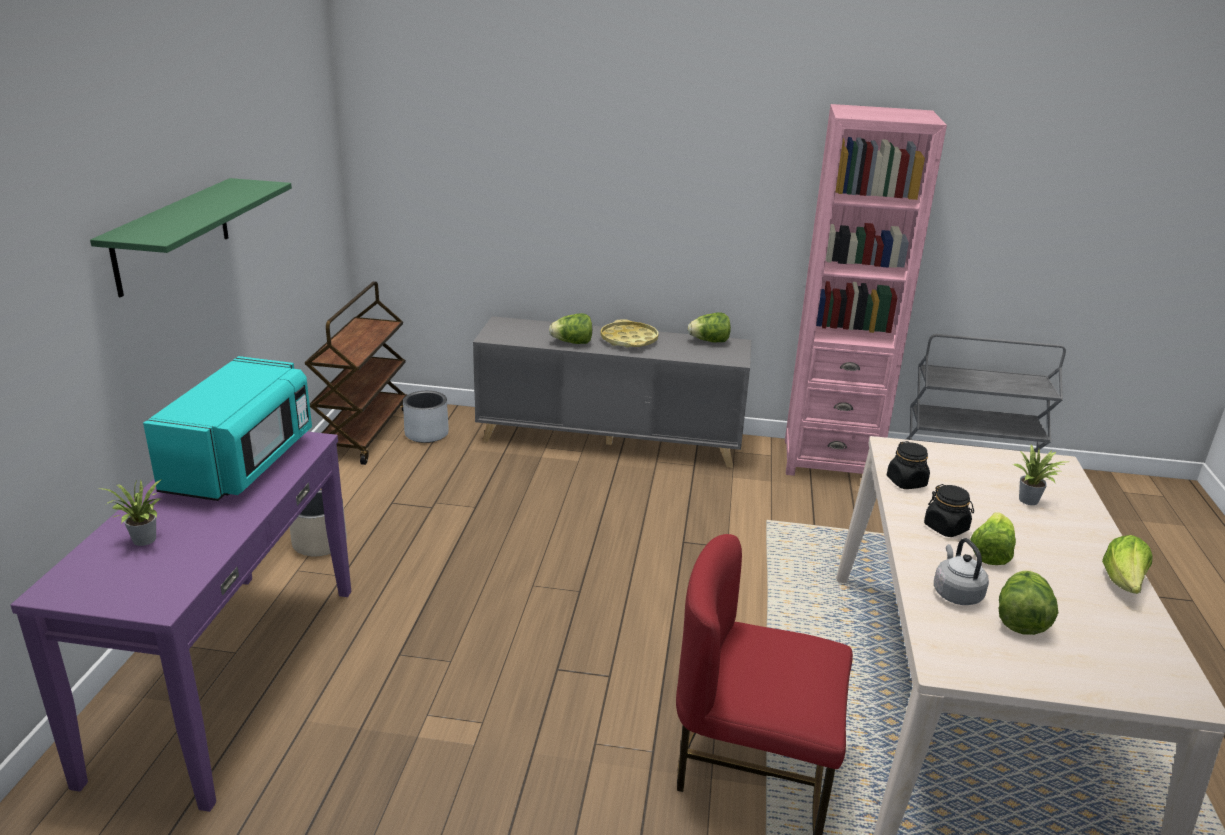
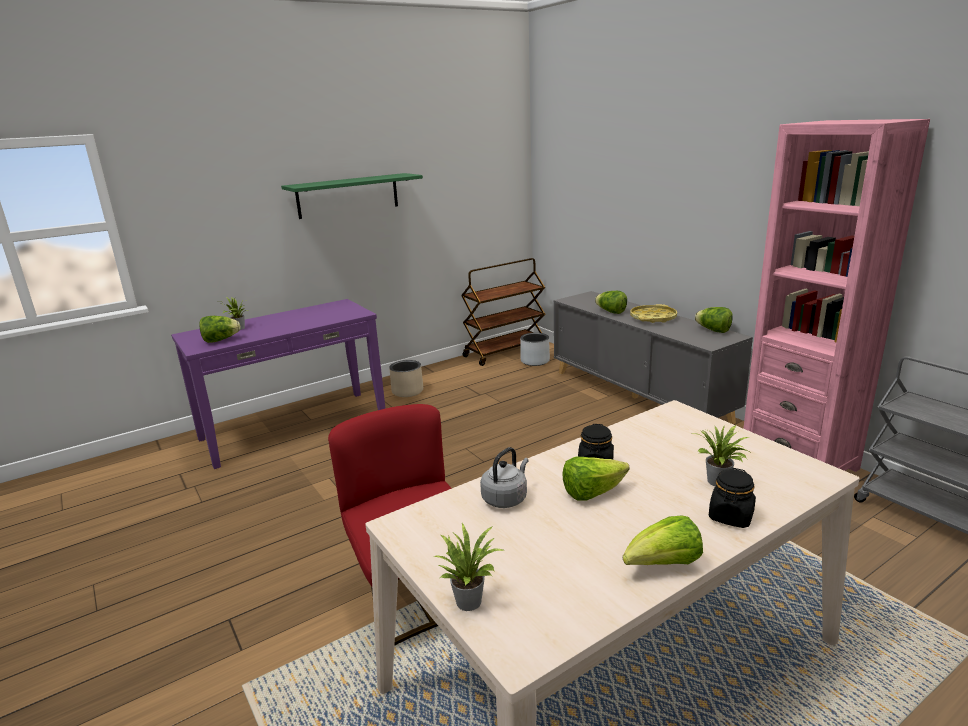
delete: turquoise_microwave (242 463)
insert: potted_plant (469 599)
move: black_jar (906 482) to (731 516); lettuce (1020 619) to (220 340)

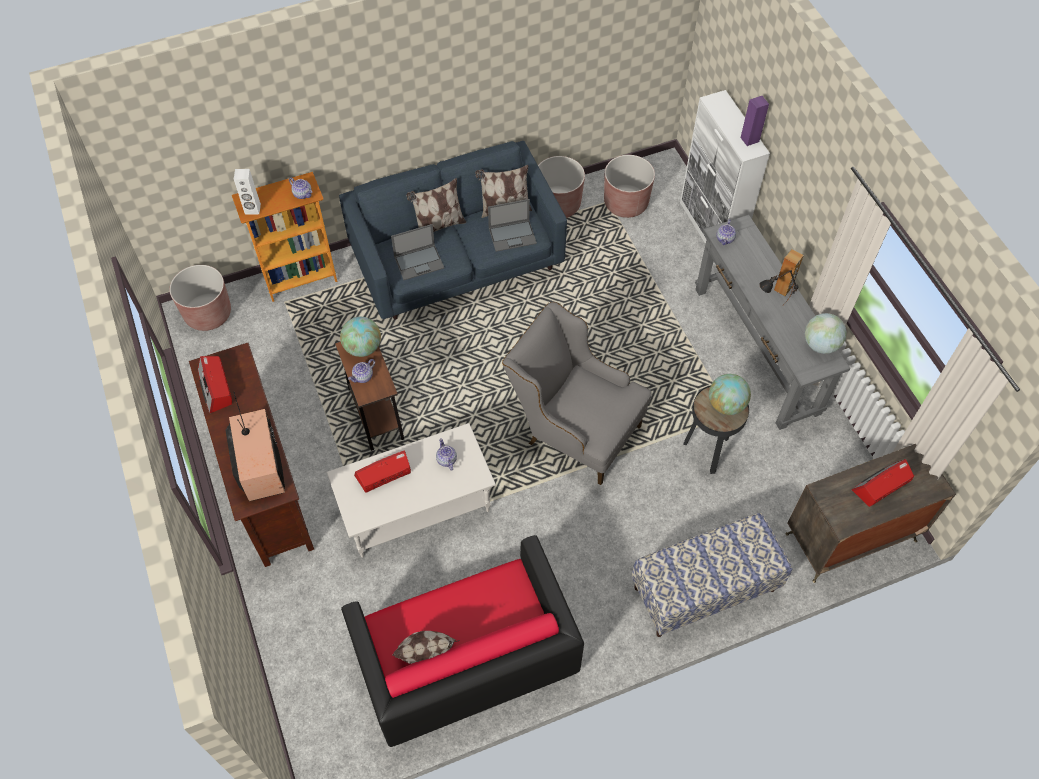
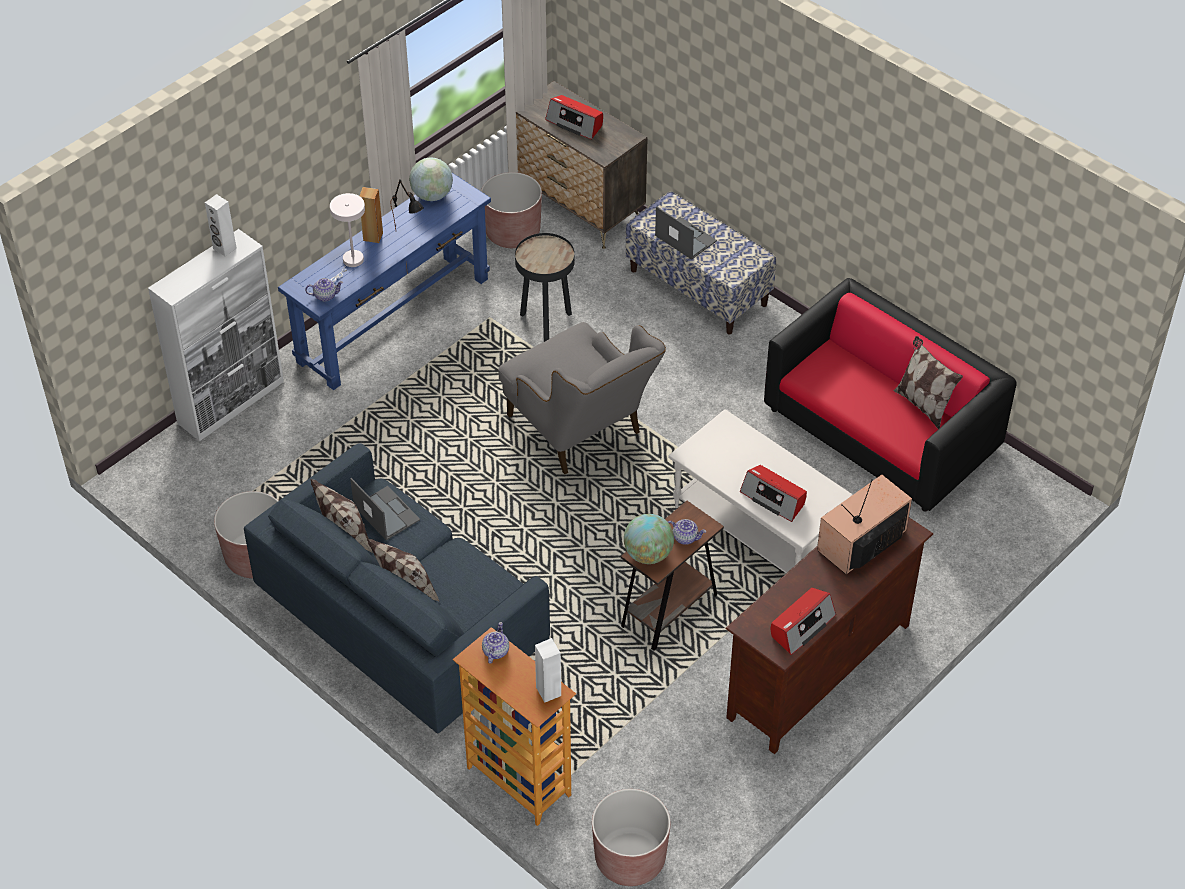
delete: teapot (446 459); globe (726 405)
insert: white_table_lamp (351 262)
move: laptop (419 262) to (684 238); brown_planter (626 203) to (512 233)
recolor: grey_console_table (756 350) to blue_console_table (394 320); purple_speaker (749 139) to white_speaker (224 248)
rotate: grey_armchair (574 429) = (581 433) 45 degrees counterclockwise

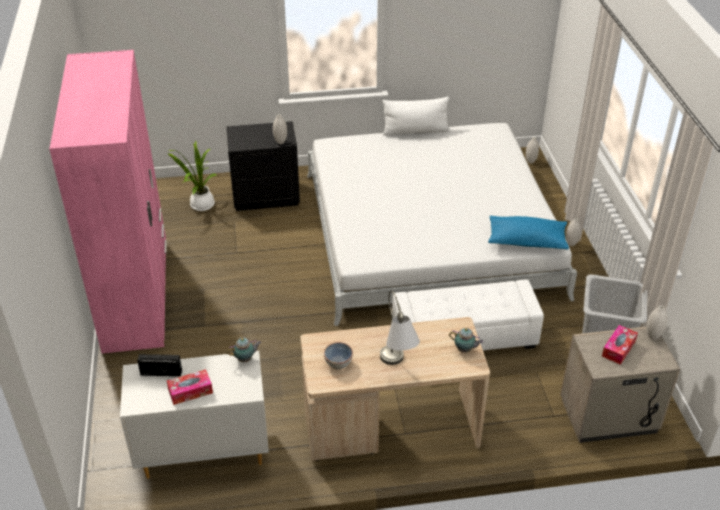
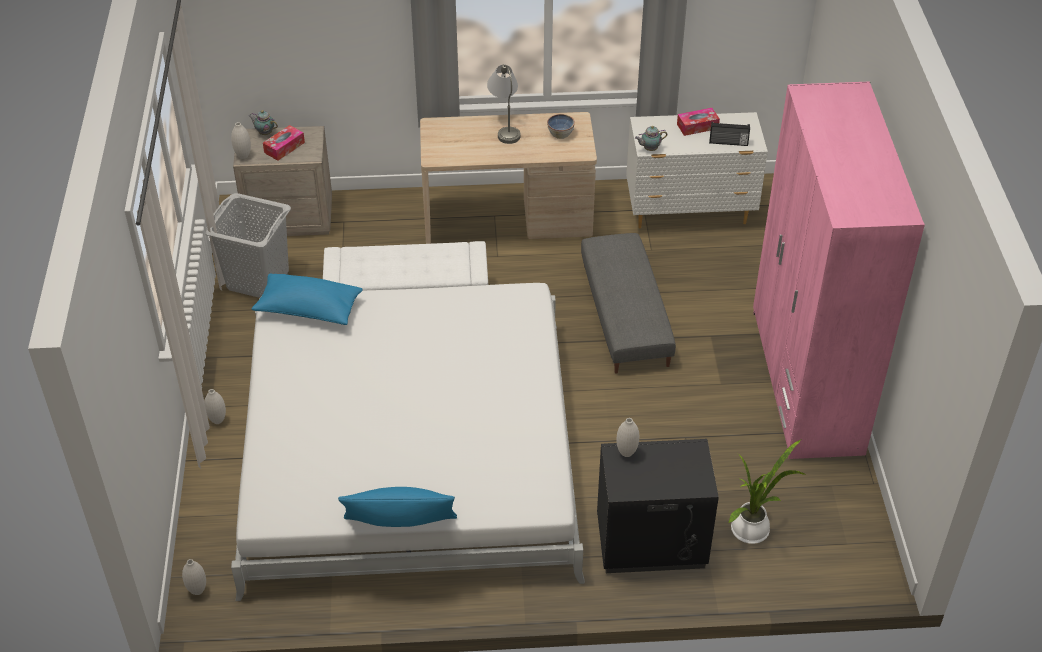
insert: grey_ottoman (625 314)
move: teapot (465 350) to (264 133)
recolor: white_pillow (415 131) to blue_pillow (400 524)

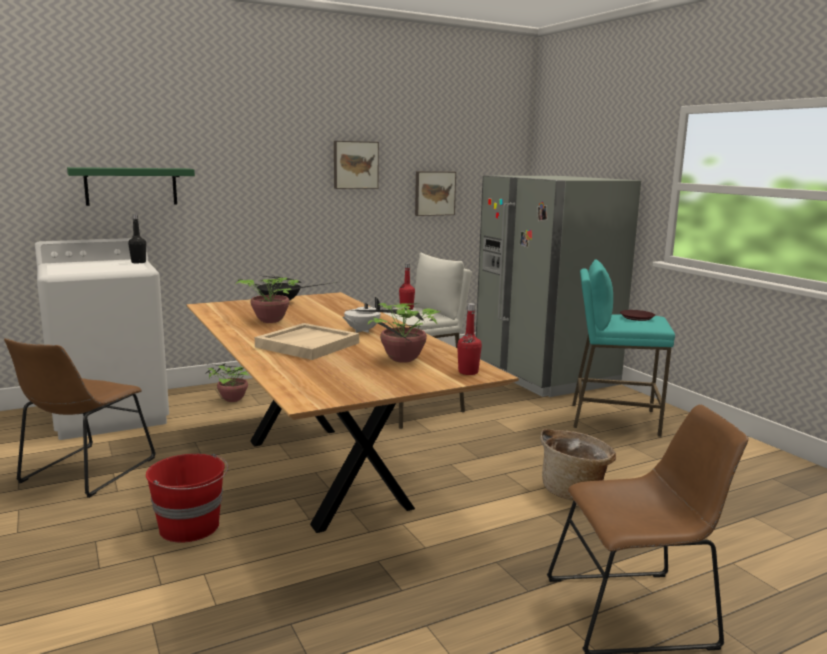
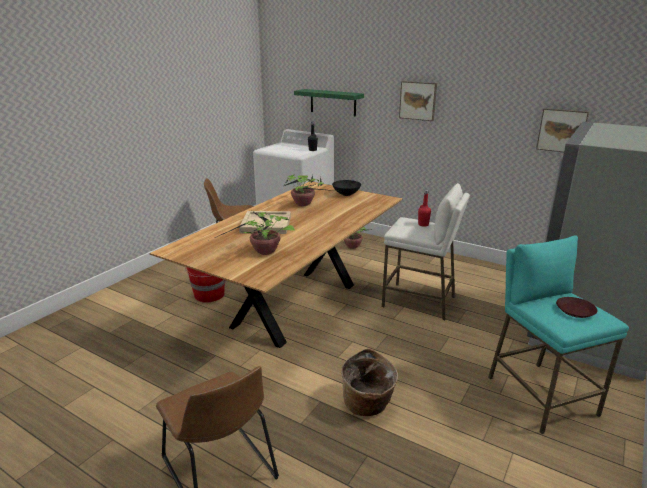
delete: white_teapot (361 331); red_bottle (468 372)
move: picture (355 165) to (418 100)

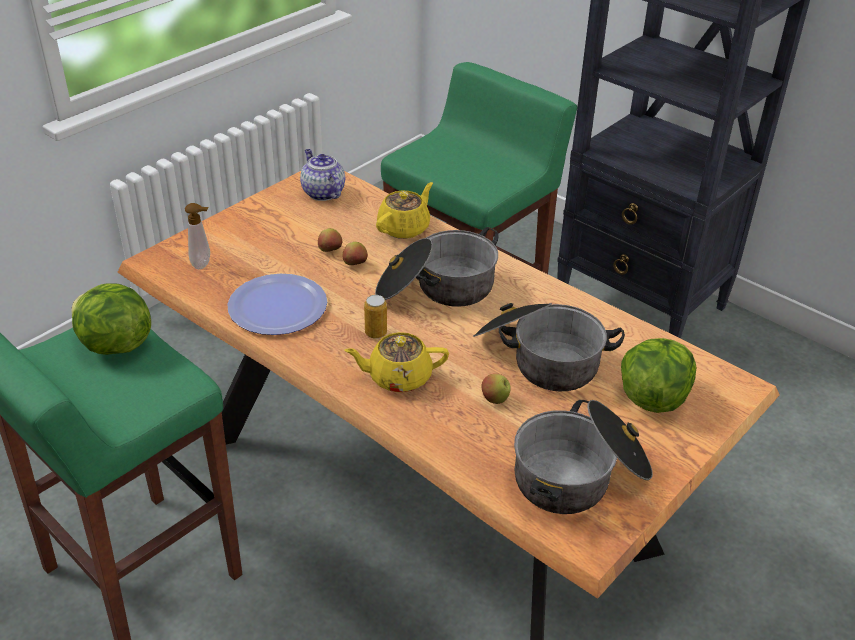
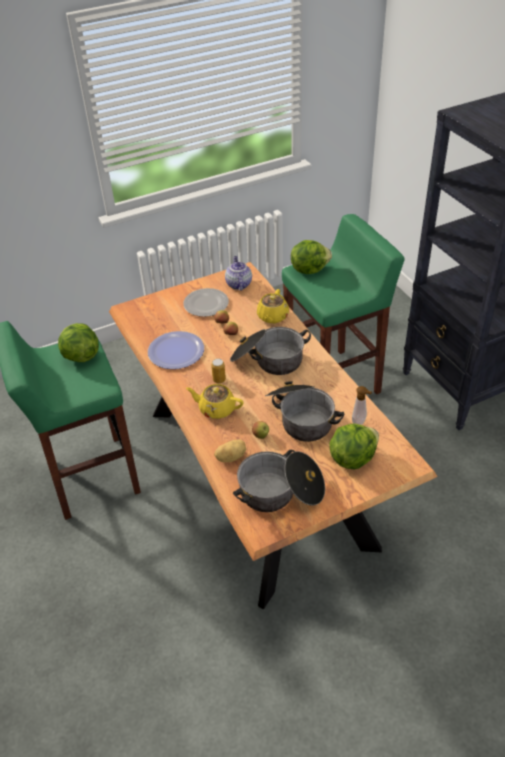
insert: plate (206 304); potato (231 457); lettuce (309 269)
move: soap_dispenser (203 264) to (360 422)
rotate: yellow_teapot (404 228) = (272 317) 135 degrees clockwise

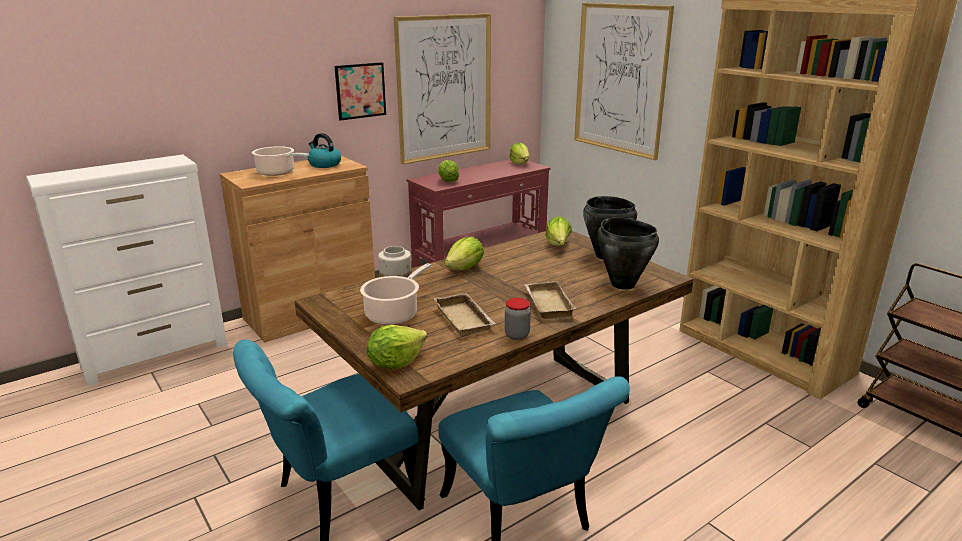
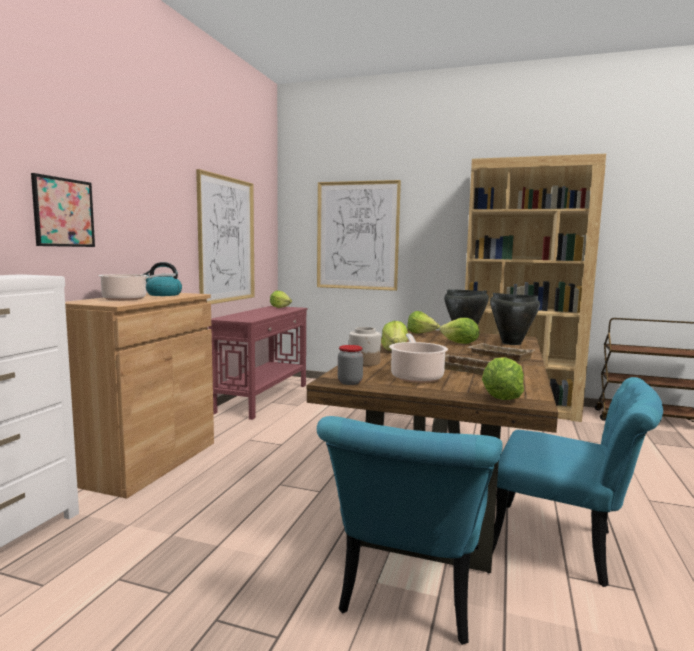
move: picture (360 91) to (64 212); lettuce (448 181) to (460 343); jar (517 335) to (350 382)

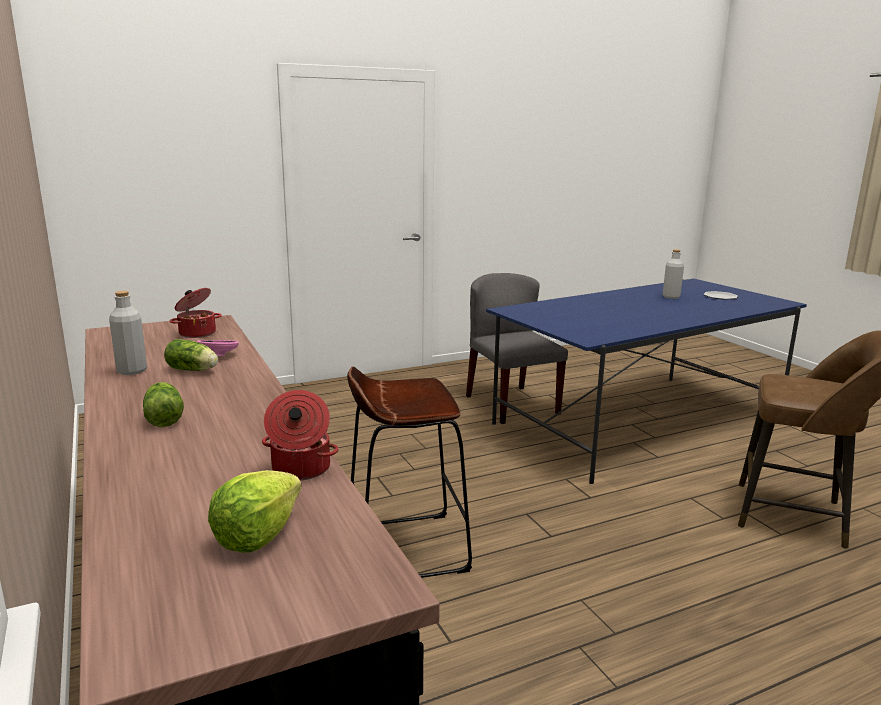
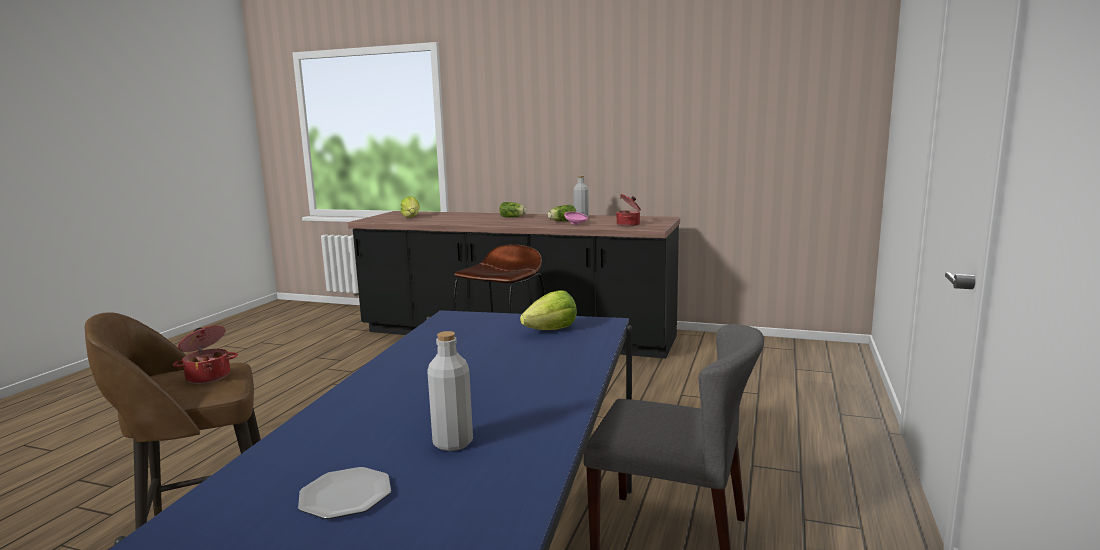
insert: lettuce (551 330)
move: cooking_pot (300 469) to (208 376)

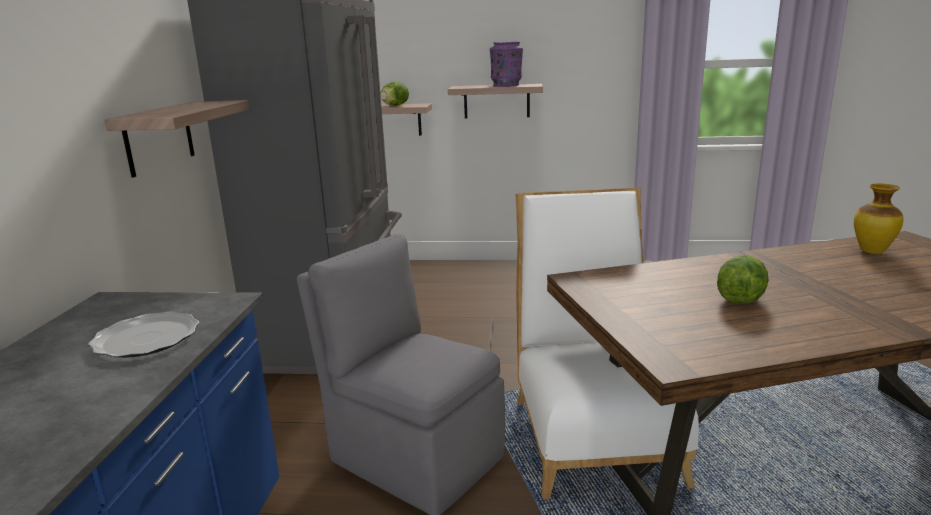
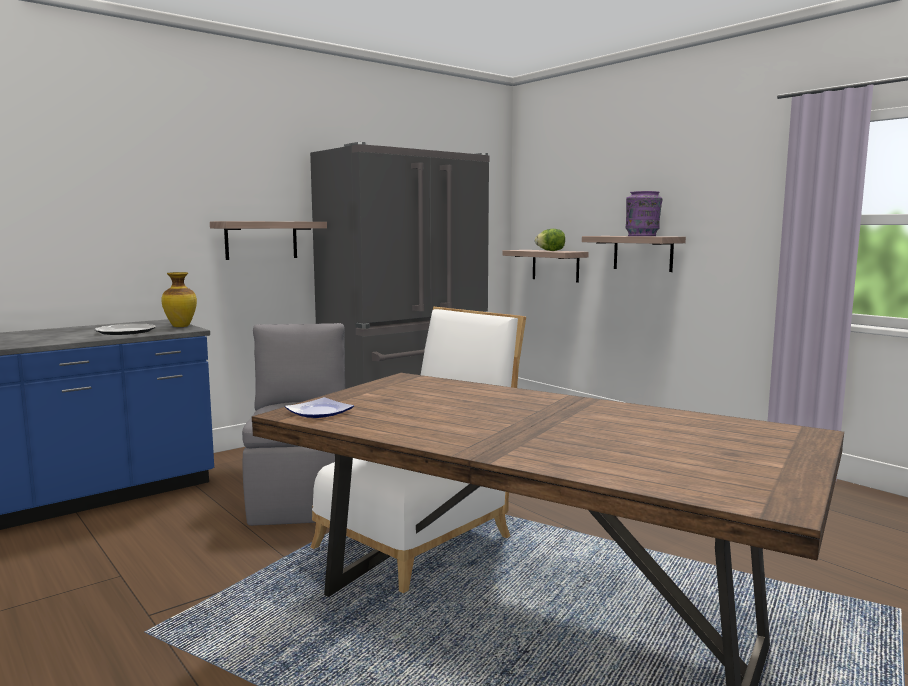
delete: lettuce (740 299)
insert: plate (319 412)
move: vase (871 252) to (180 326)

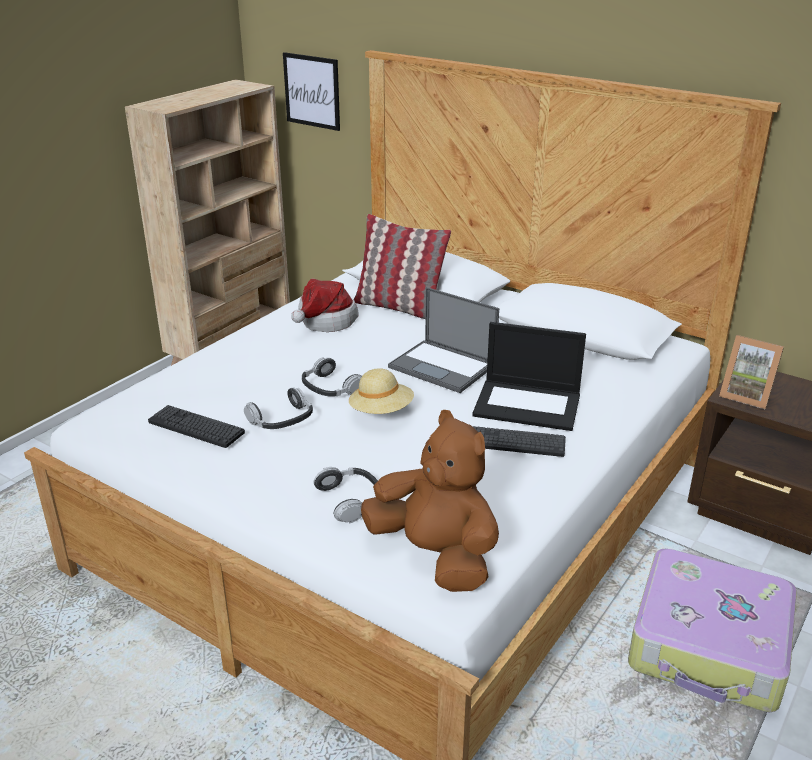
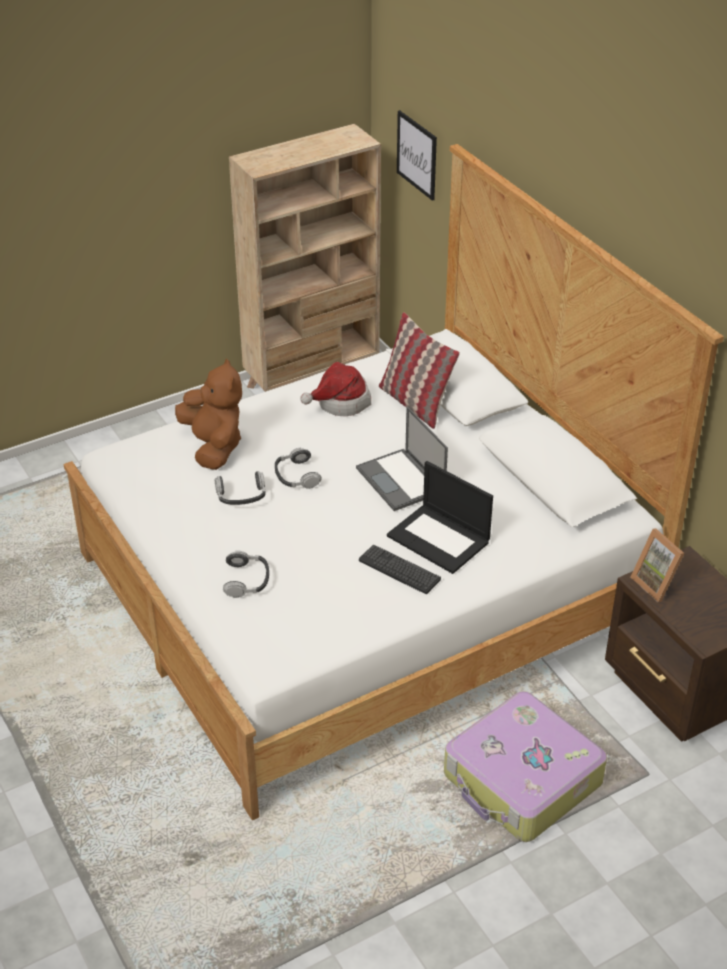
delete: keyboard (196 427); beige_hat (381 411)
move: brown_plush_toy (435 555) to (213 446)

